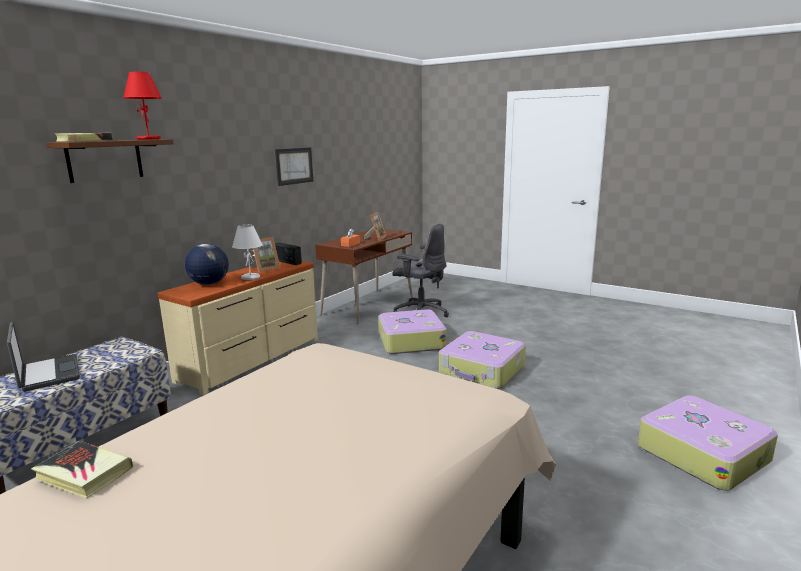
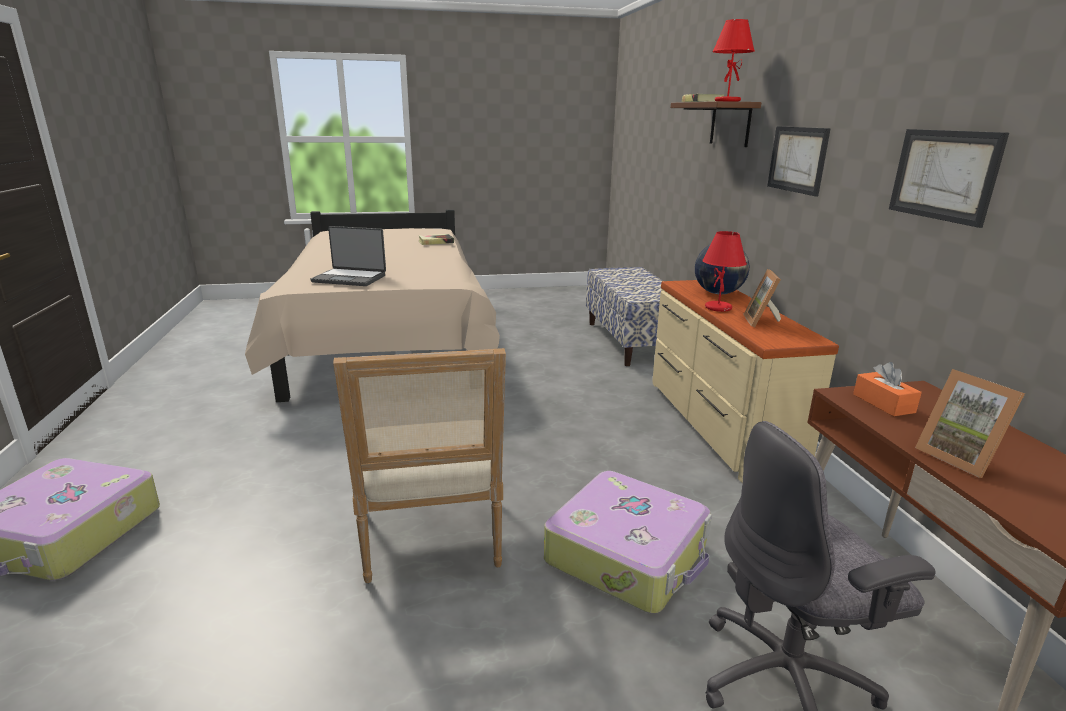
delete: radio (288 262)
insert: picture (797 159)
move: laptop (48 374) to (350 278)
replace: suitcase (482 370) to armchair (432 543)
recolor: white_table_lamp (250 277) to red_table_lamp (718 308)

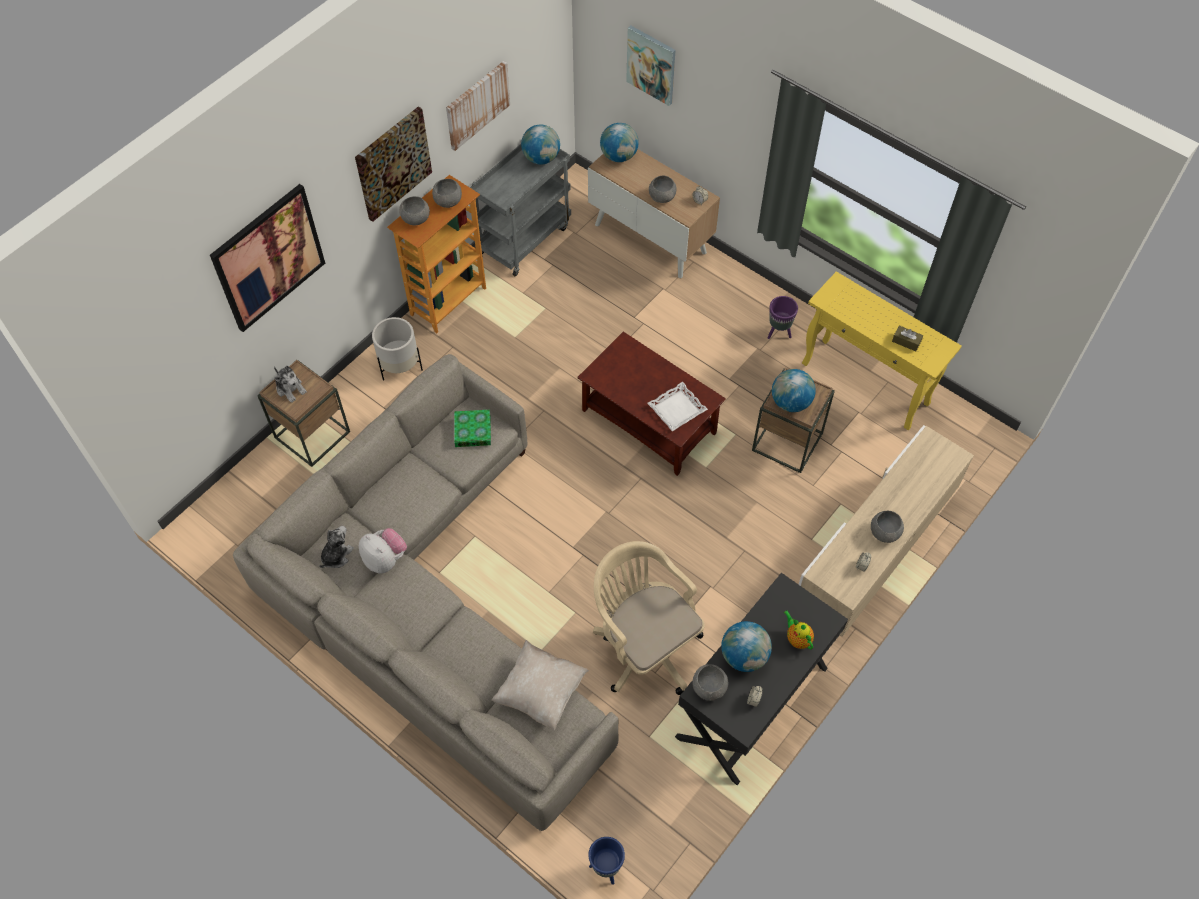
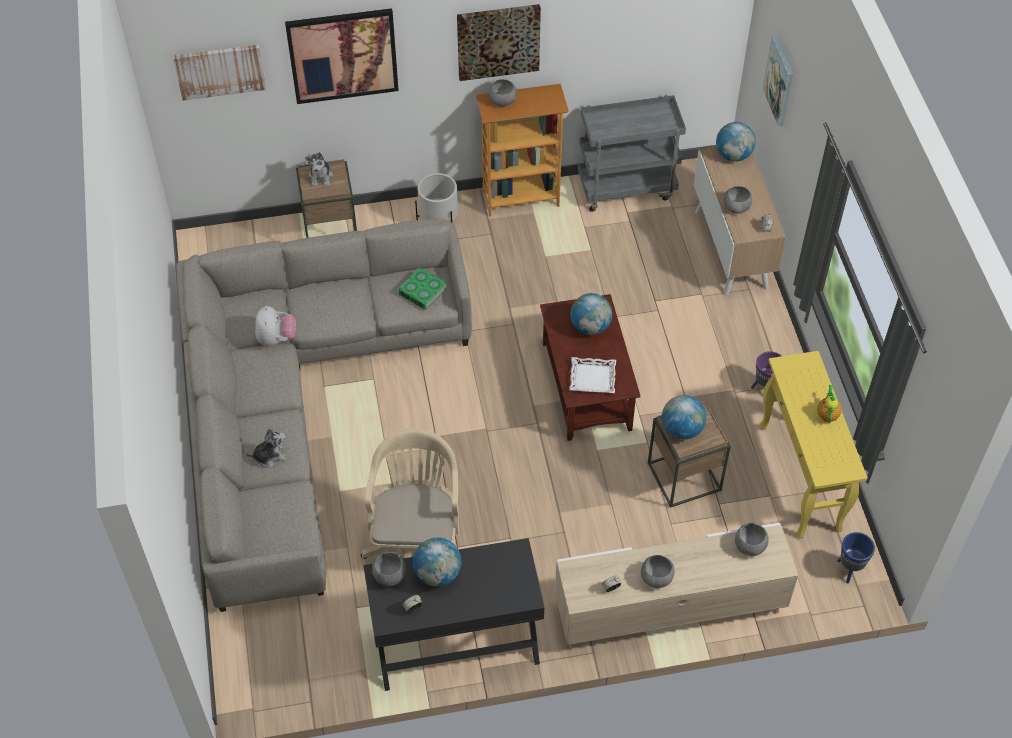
delete: beige_pillow (540 692); brown_tissue_box (906 341)
move: plush_toy (336 555) to (270 456); grey_bowl (448 201) to (750 546); picture (477 105) to (220 71); globe (541 158) to (590 327); blue_planter (606 868) to (849 570); teapot (797 638) to (827 414)

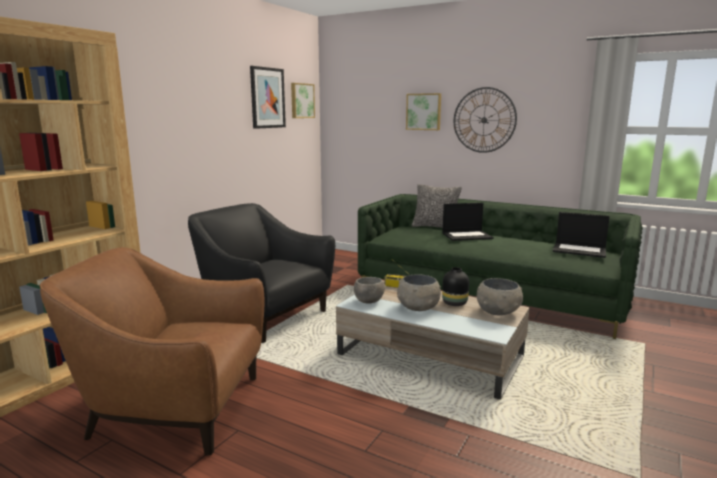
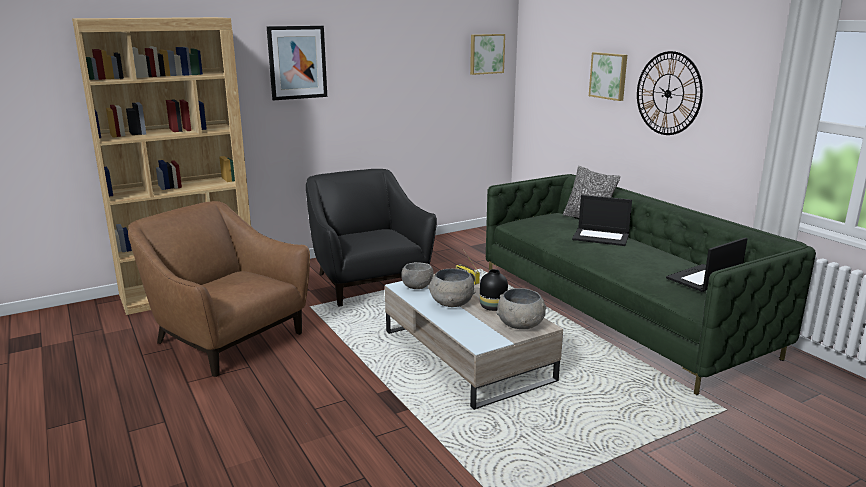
move: picture (267 98) to (297 62)
rotate: laptop (580 250) = (703 279) 90 degrees clockwise

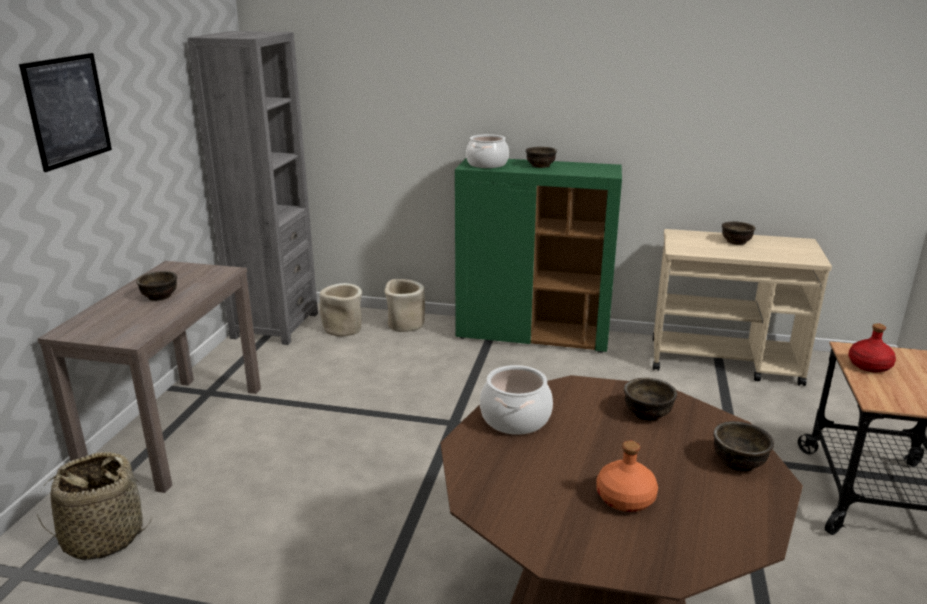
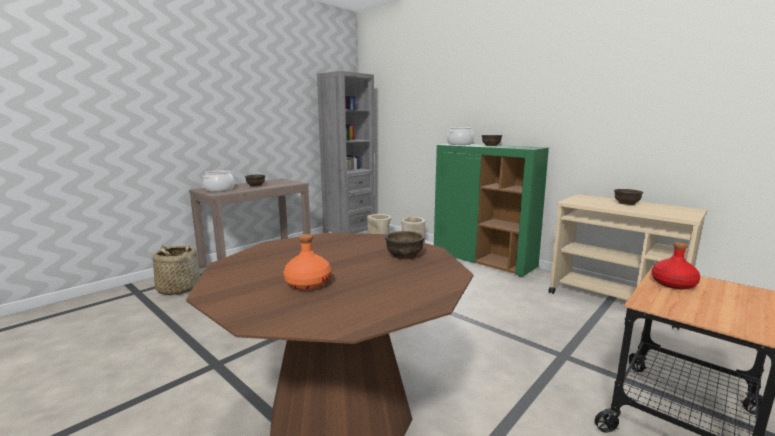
delete: picture (68 110); brown_bowl (738 461)
move: cooking_pot (515 418) to (219 189)

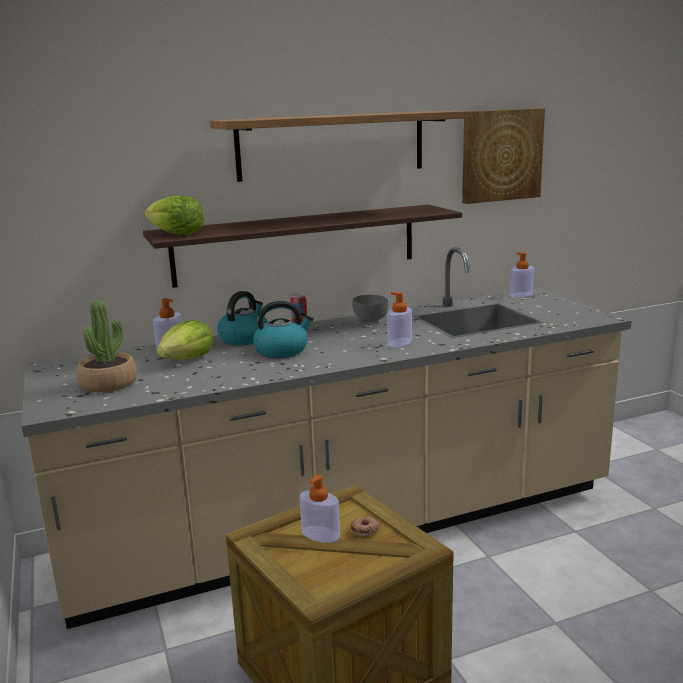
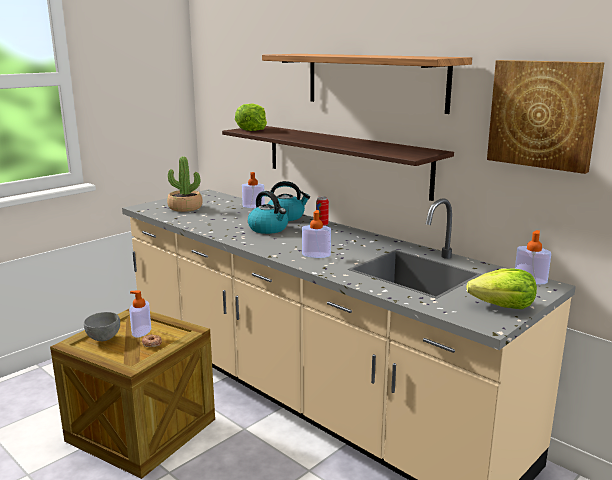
move: lettuce (187 359) to (503 306); grey_bowl (370 320) to (104 338)

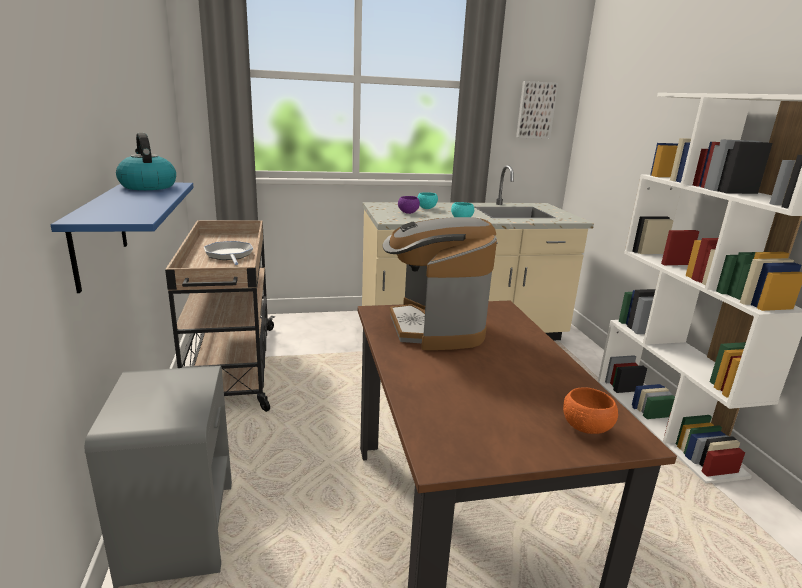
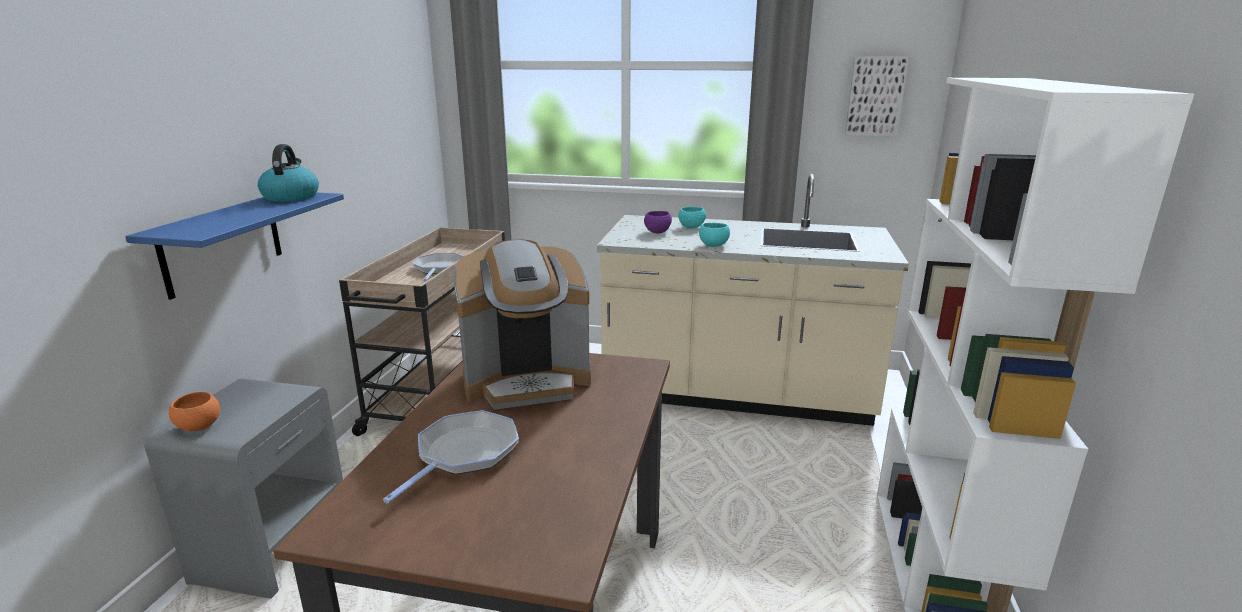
insert: frying_pan (464 453)
move: orange_bowl (586 428) to (199 427)
rotate: coffee_machine (435 327) = (527 381) 120 degrees counterclockwise

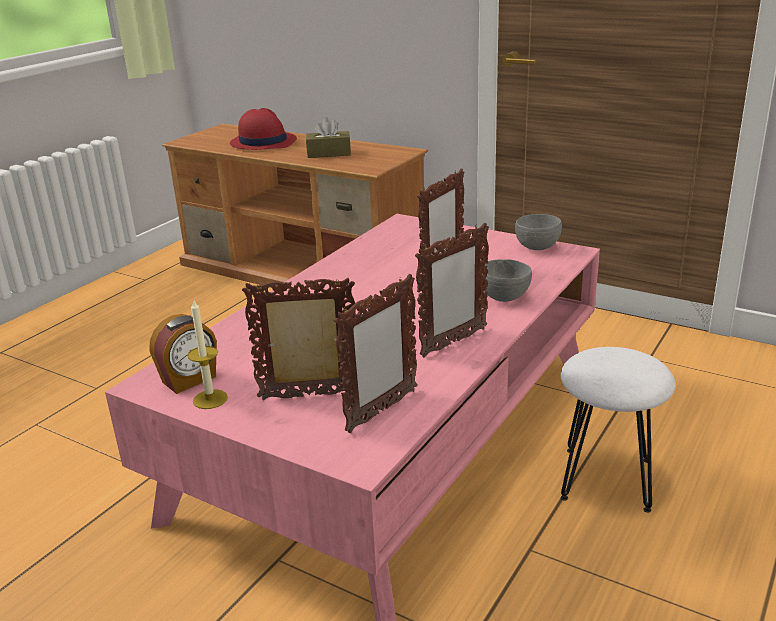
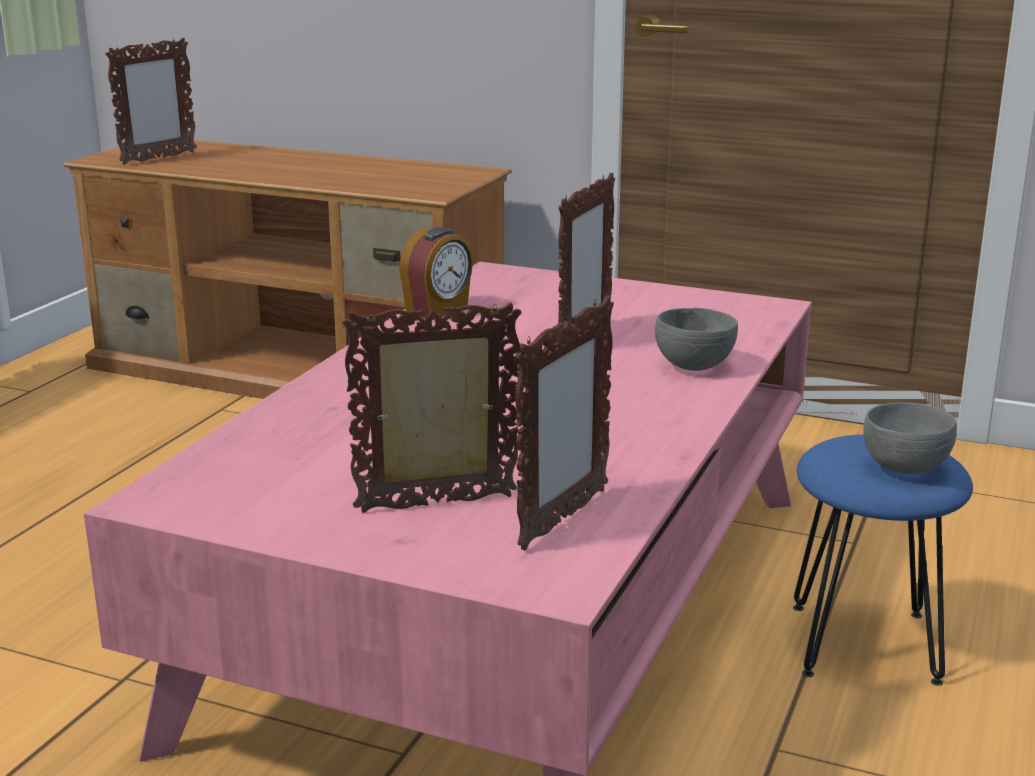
delete: candle (210 399); red_hat (263 142); brown_tissue_box (329 153)
move: alarm_clock (190 380) to (438 310); picture_frame (453 342) to (158 158); grey_bowl (537 248) to (906 469)
recolor: white_stool (608 479) to blue_stool (866 643)

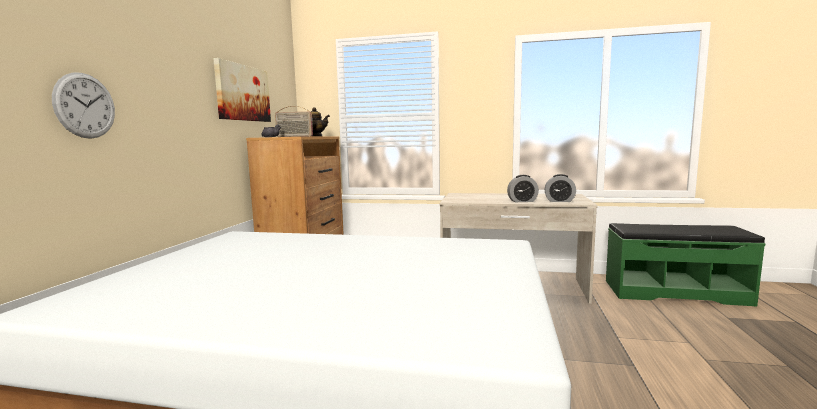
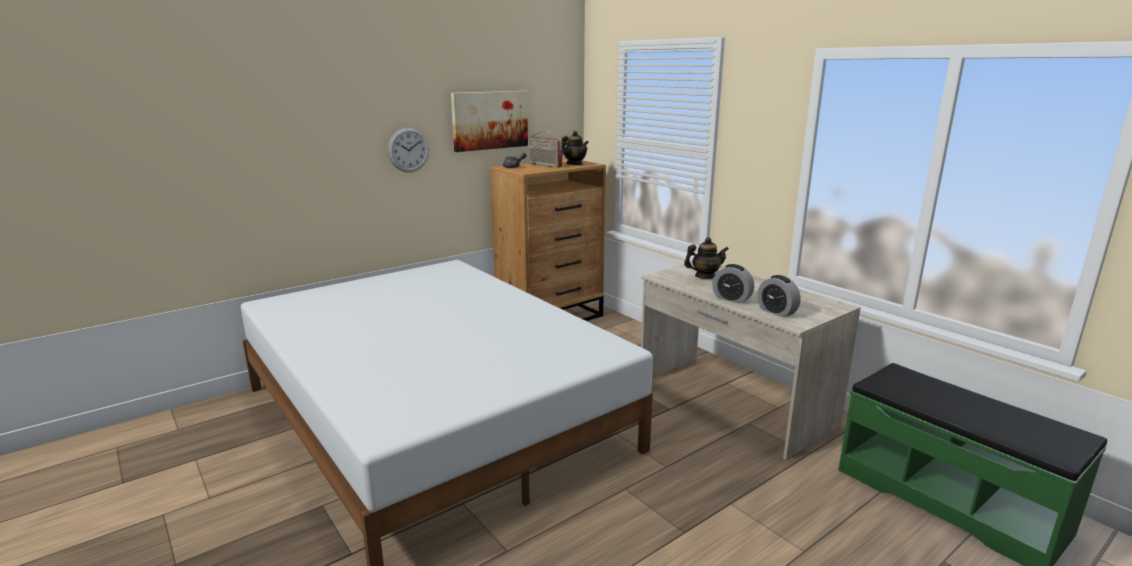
insert: teapot (704 276)
move: wall_clock (85 106) to (408 150)

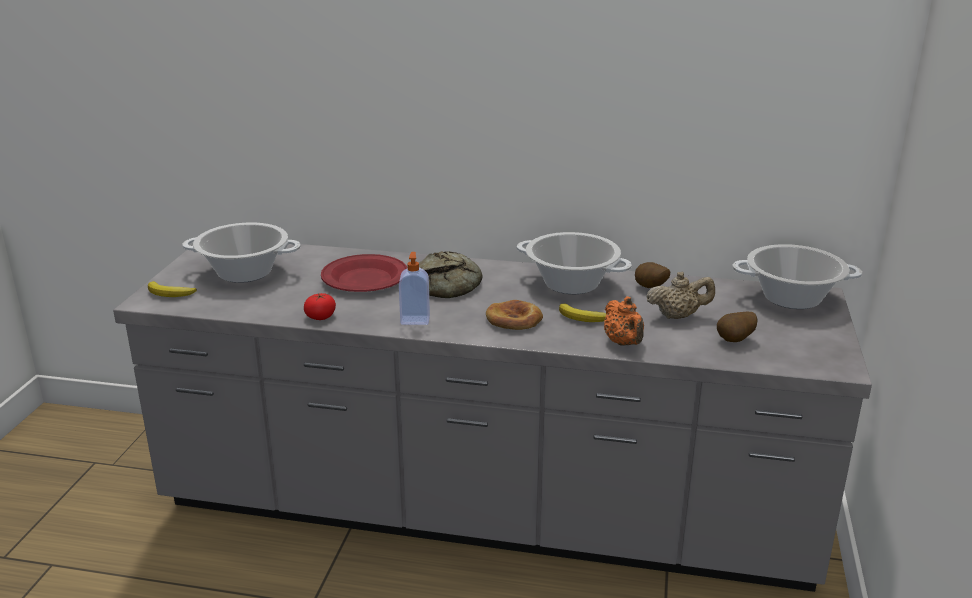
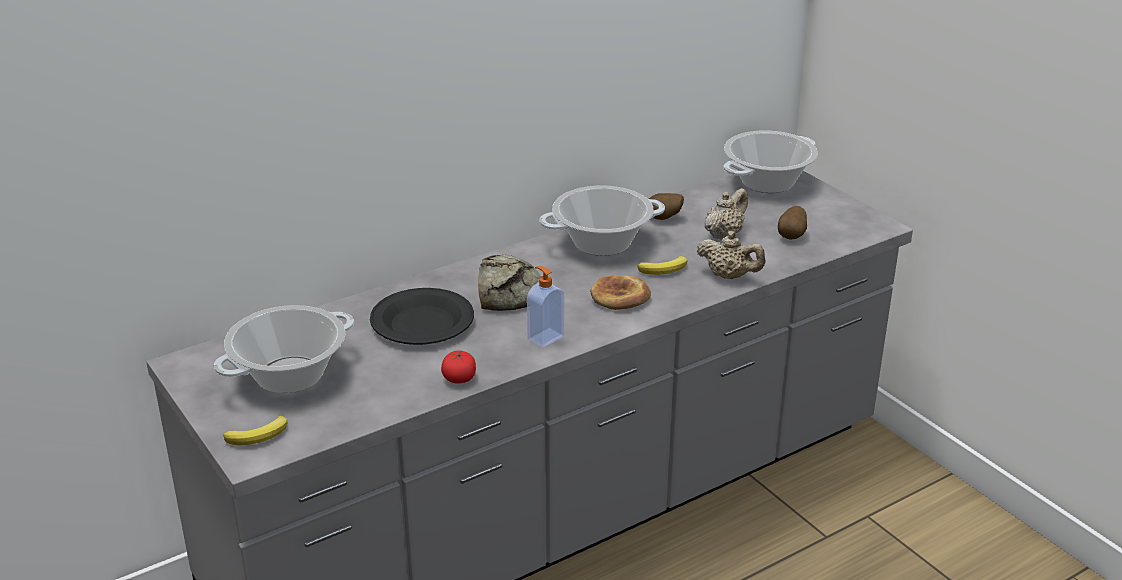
recolor: red_plate (365 279) to black_plate (423 323); orange_teapot (624 343) to beige_teapot (729 276)

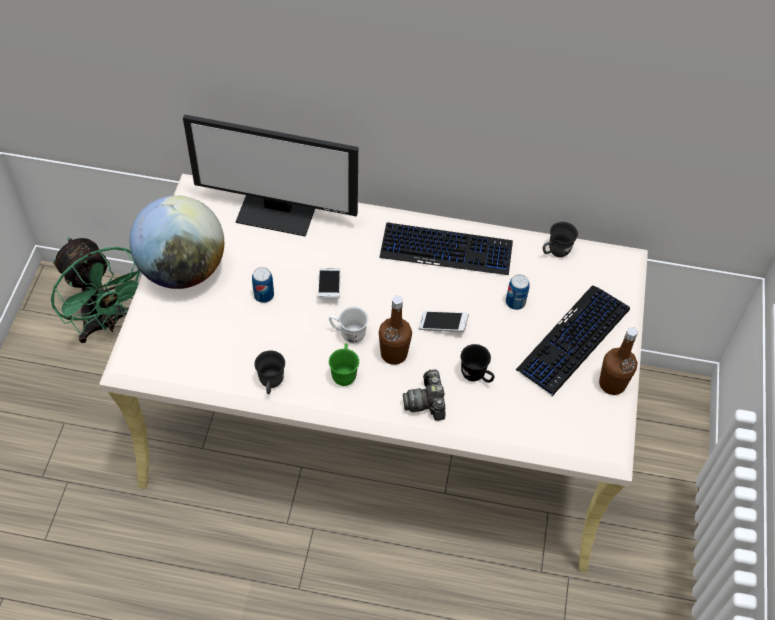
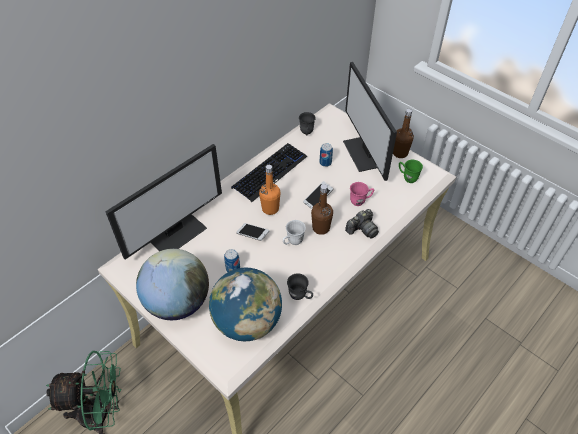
insert: globe (247 322); orange_bottle (270 209)
move: green_mug (344 373) to (407 177)
replace: keyboard (573 340) to monitor (365 153)
recolor: black_mug (476 377) to pink_mug (360 201)
rotate: photo_camera (426 402) = (362 229) 60 degrees counterclockwise

